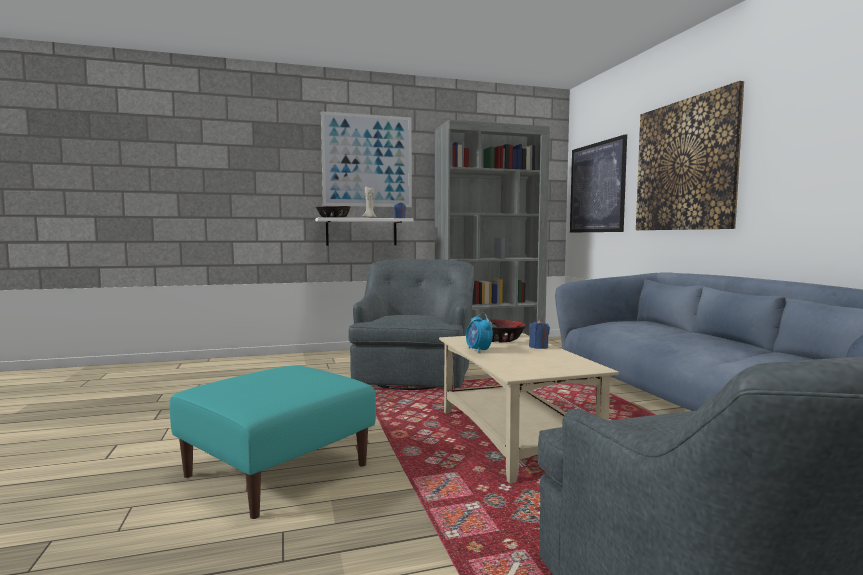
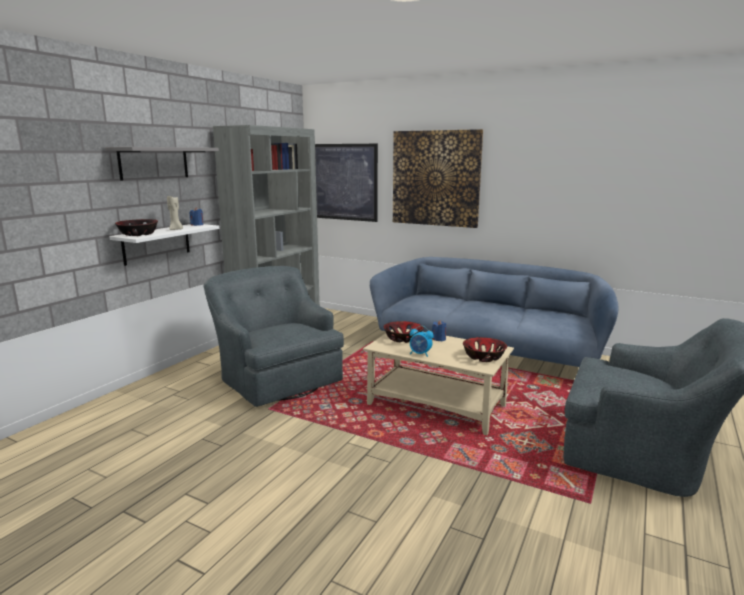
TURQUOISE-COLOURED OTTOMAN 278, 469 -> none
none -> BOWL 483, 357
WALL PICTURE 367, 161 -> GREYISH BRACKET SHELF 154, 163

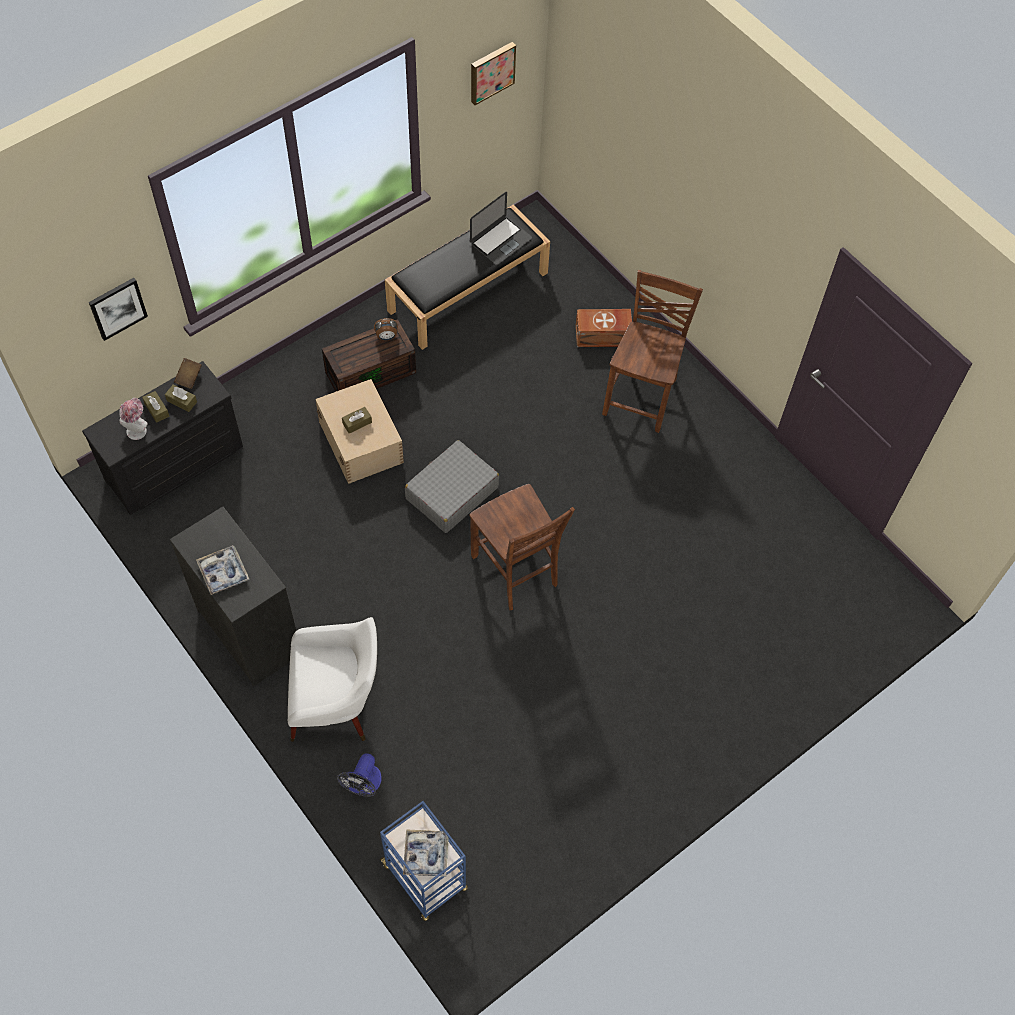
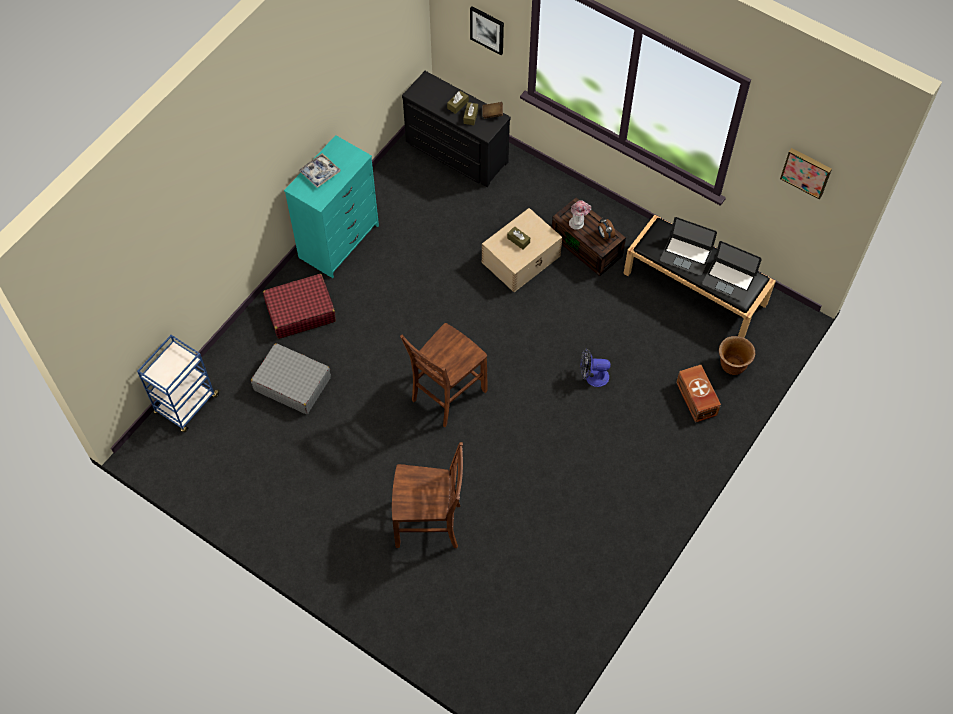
SERVING TRAY 426, 855 -> none
none -> LAPTOP 686, 255
none -> BROWNISH PLANT POT 732, 365
CLOTHING HAT 137, 429 -> CLOTHING HAT 578, 223, relocated
COOLING FAN 363, 785 -> COOLING FAN 592, 376, relocated
GREYISH PIECE OF LUGGAGE 451, 493 -> GREYISH PIECE OF LUGGAGE 292, 383, relocated
BROWNISH CHAIR 642, 396 -> BROWNISH CHAIR 430, 525, relocated
WHITISH LOUNGE CHAIR 337, 704 -> REDDISH PIECE OF LUGGAGE 300, 311
BLACK CHEST OF DRAWERS 250, 631 -> TURQUOISE-COLOURED CHEST OF DRAWERS 339, 241

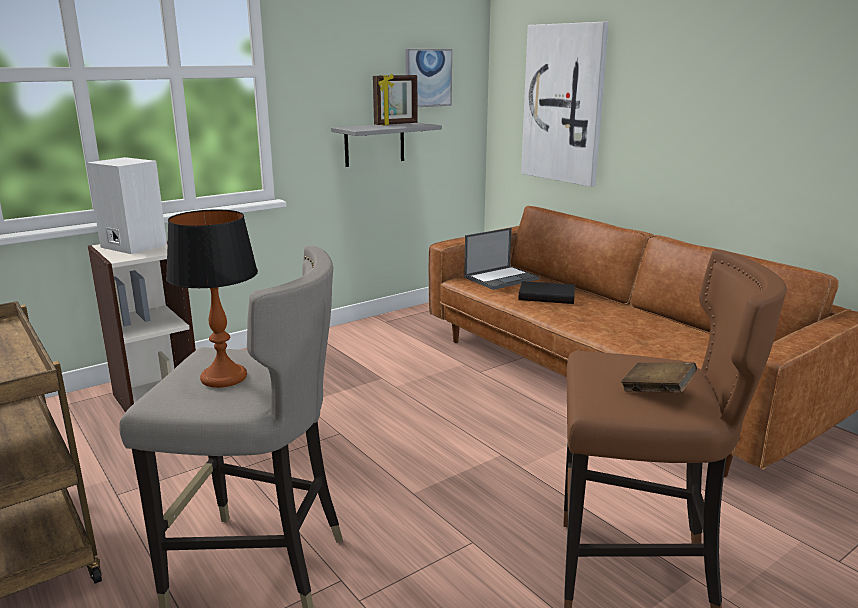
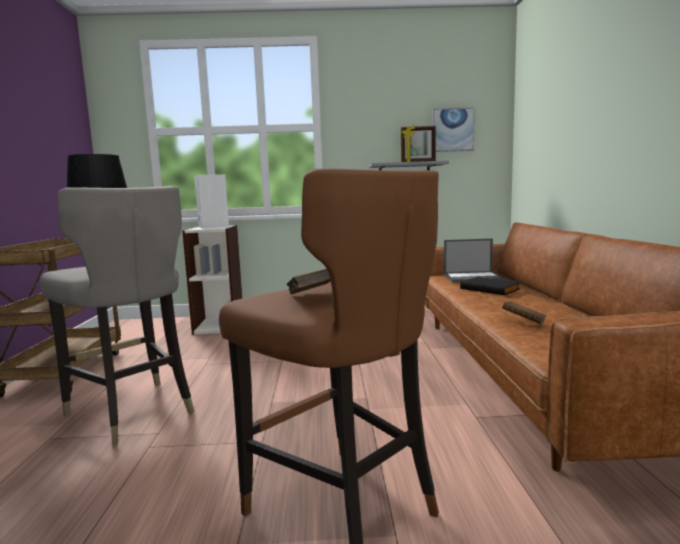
WALL PICTURE 564, 104 -> none
none -> BROWNISH VOLUME 523, 323

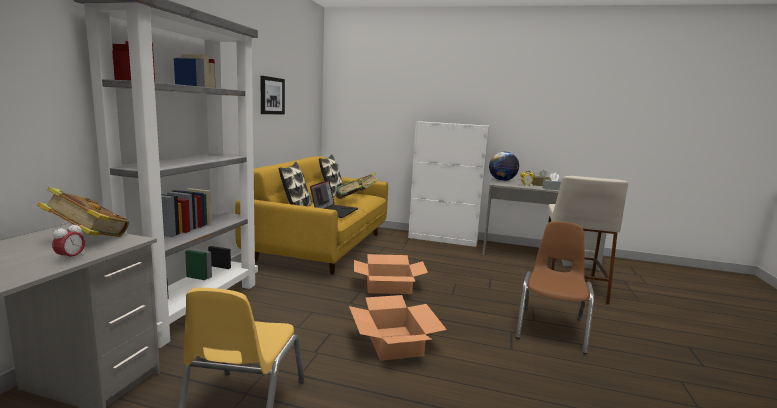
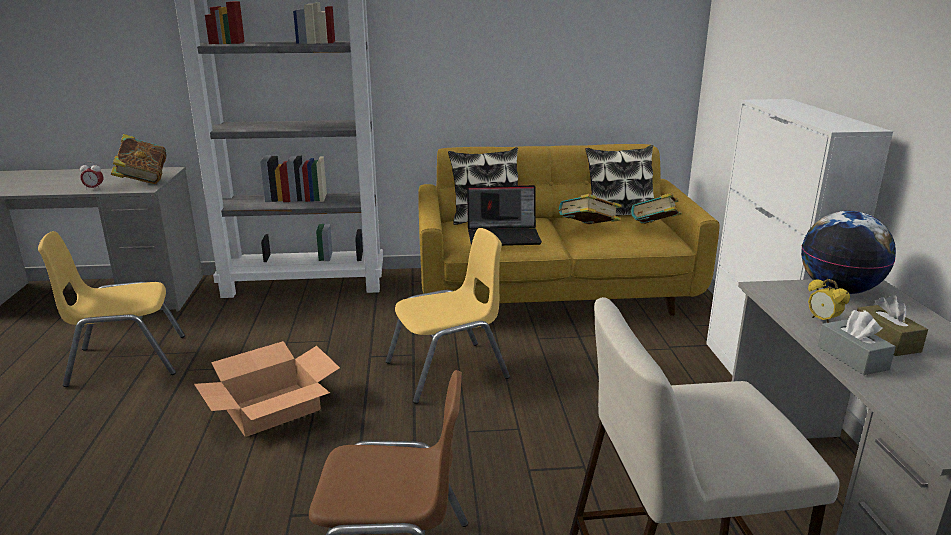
WALL PICTURE 271, 95 -> none
CARTON 388, 286 -> YELLOW-COLOURED CHAIR 448, 371

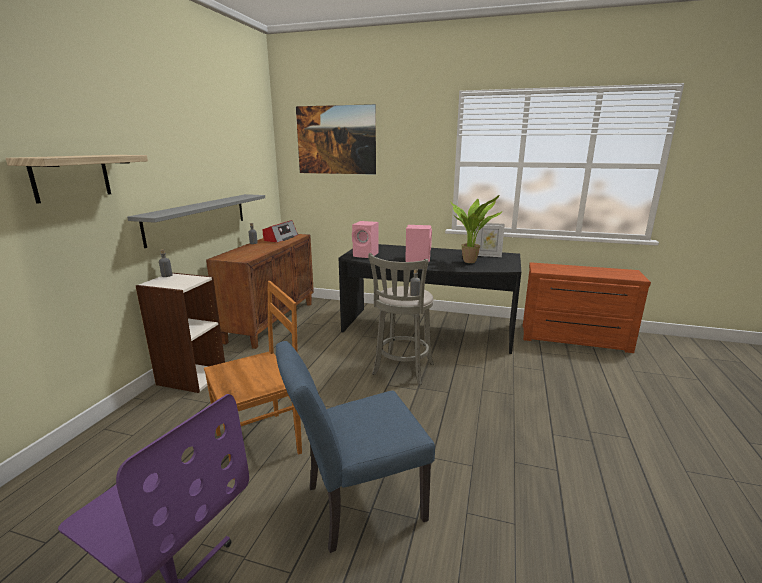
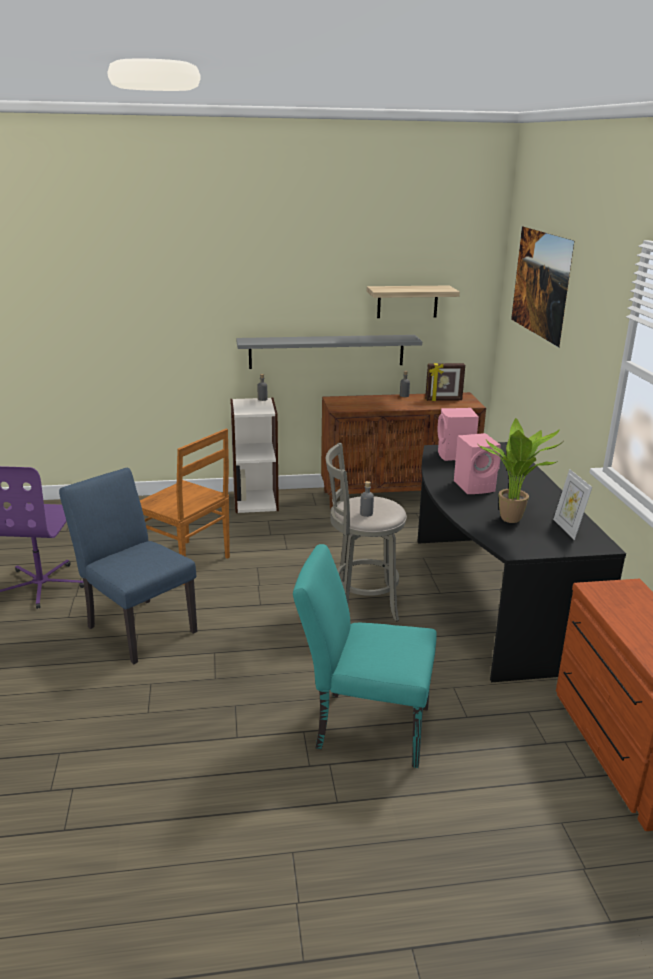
none -> TURQUOISE-COLOURED CHAIR 363, 725
BRACKET SHELF 71, 177 -> BRACKET SHELF 407, 301, relocated
RADIO SET 280, 238 -> PICTURE FRAME 443, 400

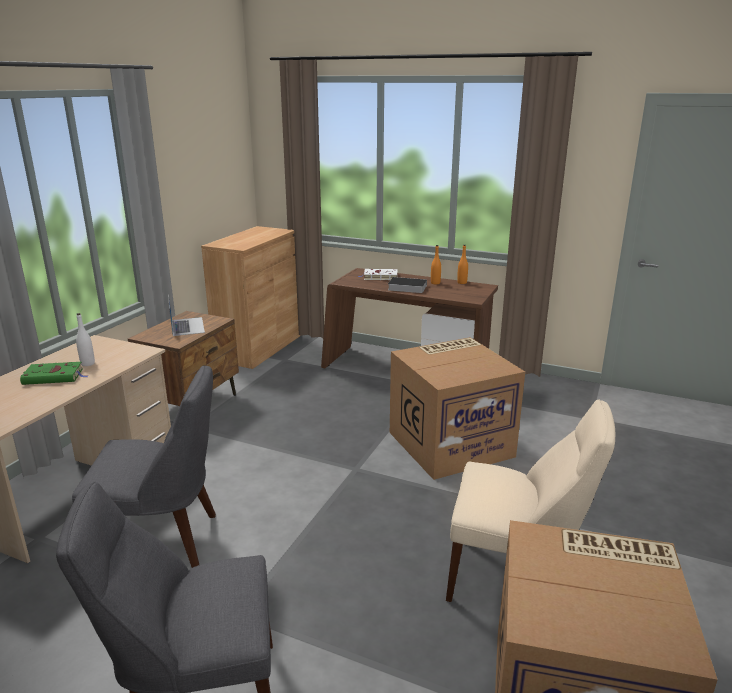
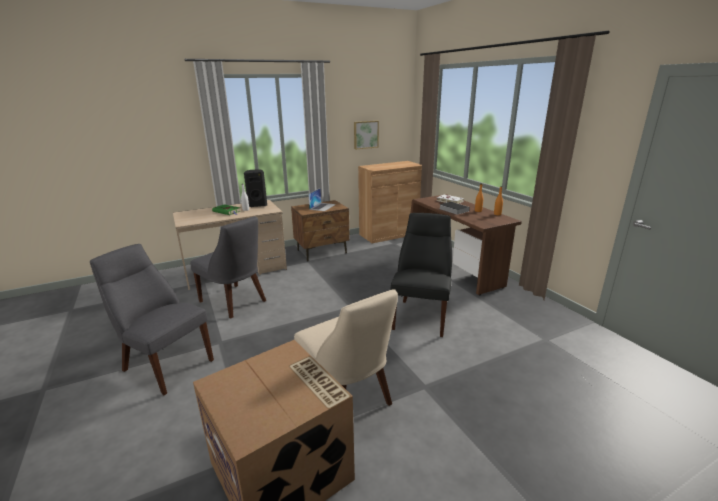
none -> BLACK AUDIO SPEAKER 258, 205
none -> WALL PICTURE 365, 134
CARTON 451, 443 -> BLACK CHAIR 421, 315

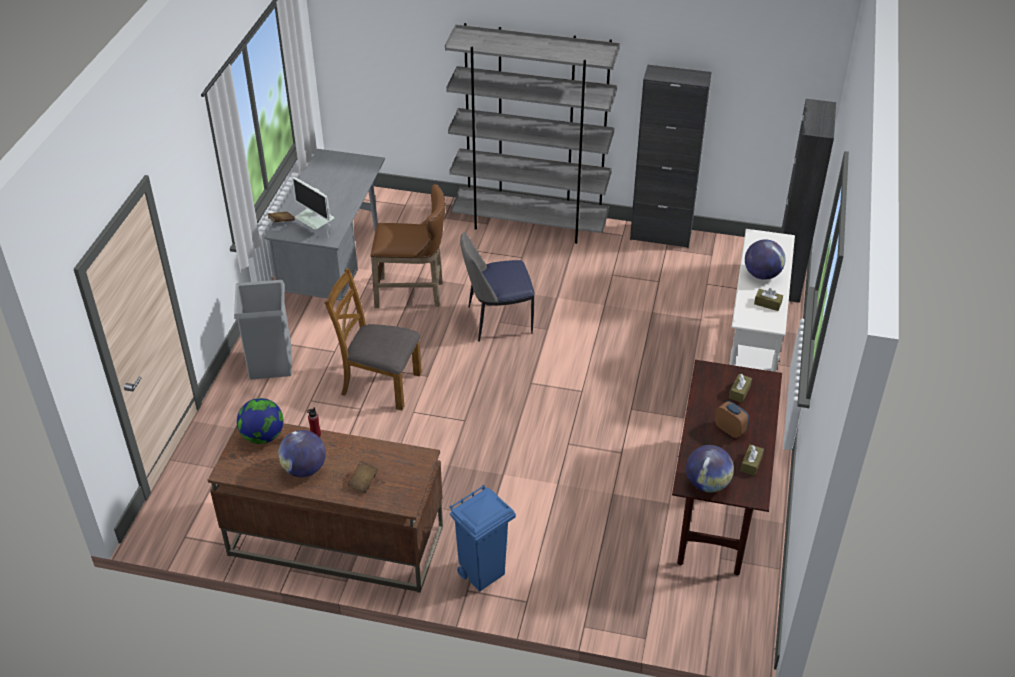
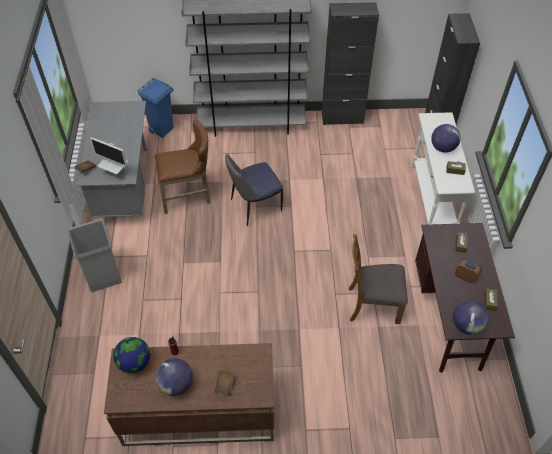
BROWNISH CHAIR 380, 384 -> BROWNISH CHAIR 373, 304, relocated
BLUE WASTE BIN 483, 573 -> BLUE WASTE BIN 162, 129, relocated

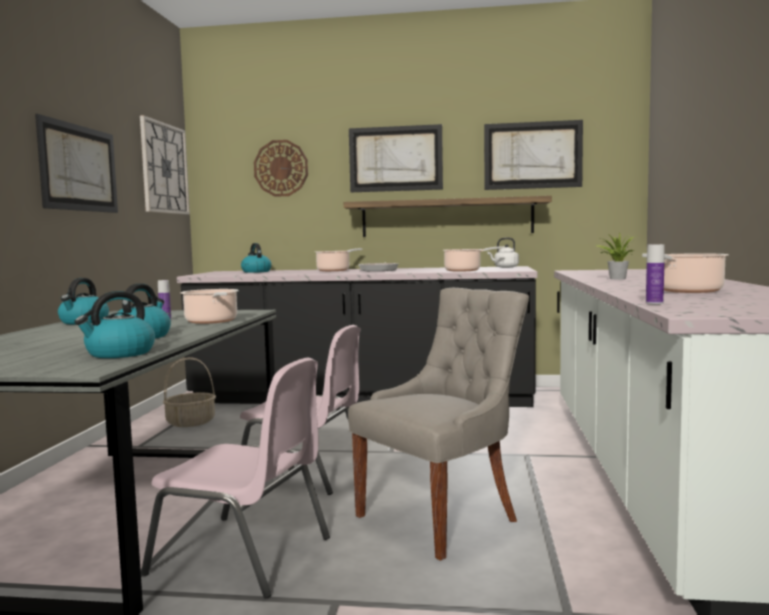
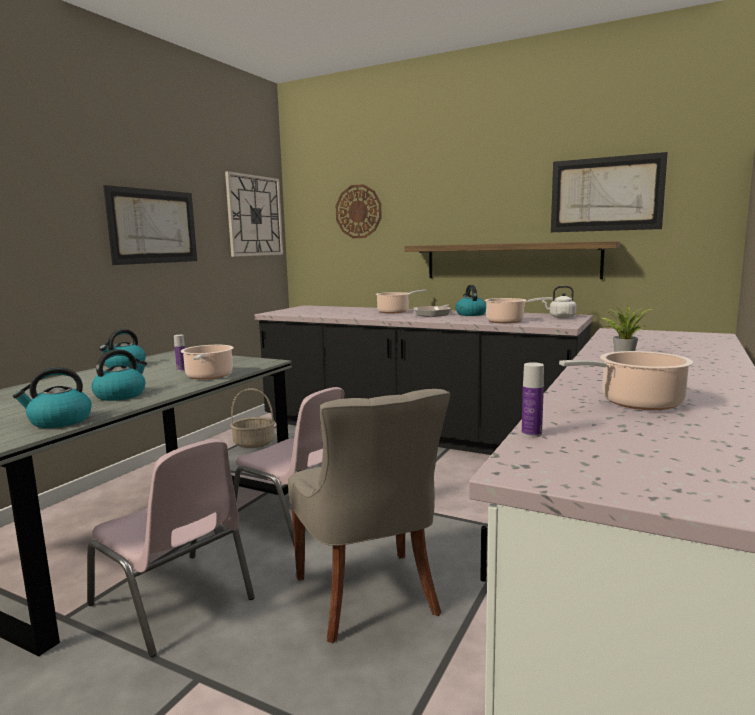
WALL PICTURE 395, 159 -> none
KETTLE 256, 271 -> KETTLE 470, 314, relocated
GREYISH CHAIR 441, 518 -> GREYISH CHAIR 368, 596, 90 degrees clockwise

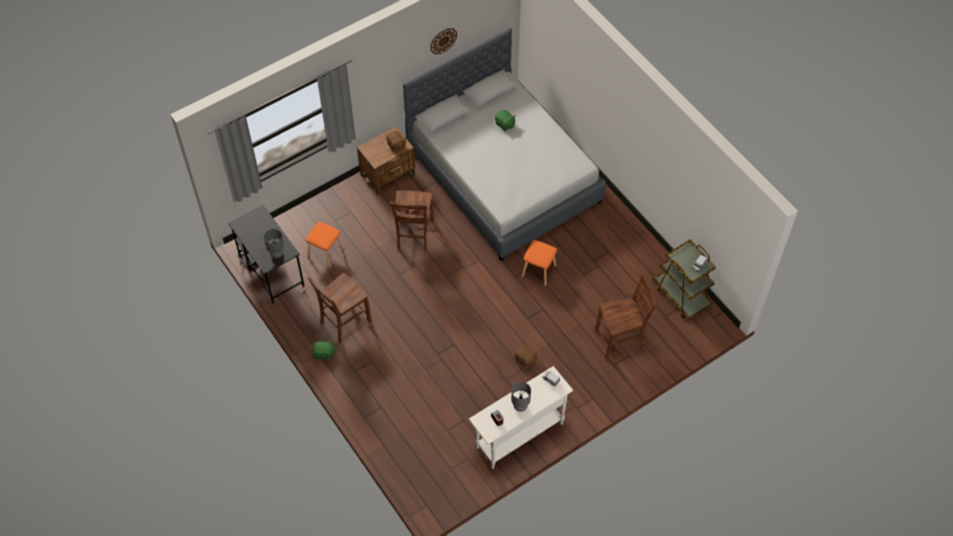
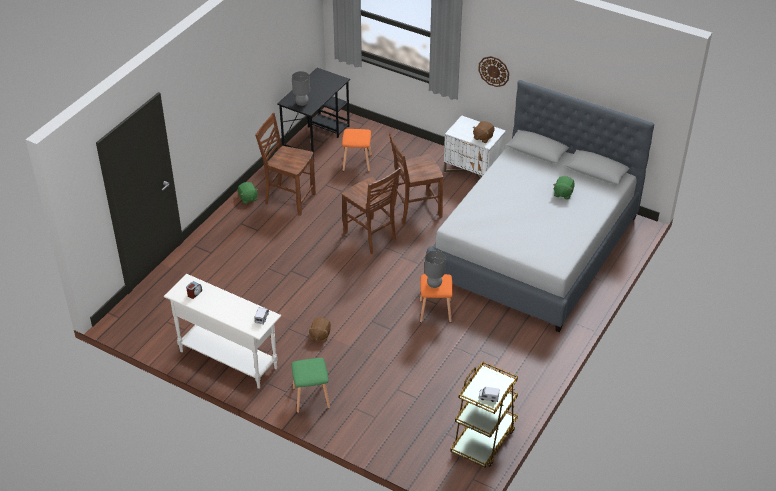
none -> GREEN STOOL SEAT 310, 397
WALL CLOCK 443, 40 -> WALL CLOCK 494, 71, relocated
GREYISH LAMP FOR A TABLE 520, 406 -> GREYISH LAMP FOR A TABLE 434, 284, relocated
BROWNISH CHAIR 620, 340 -> BROWNISH CHAIR 371, 237, relocated
BROWNISH NIGHTSTAND 388, 175 -> WHITISH NIGHTSTAND 473, 171

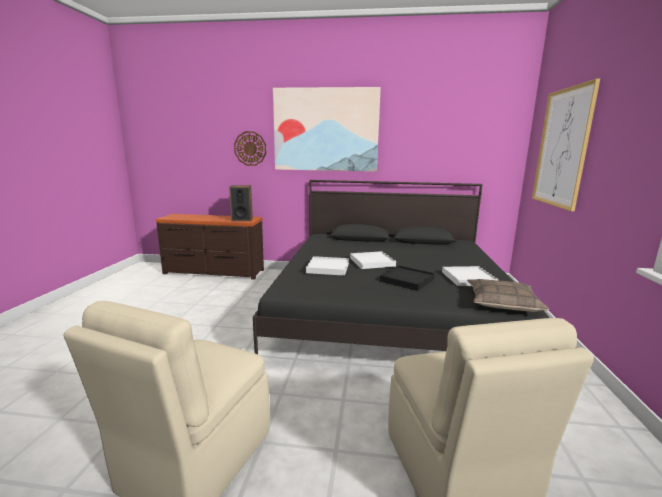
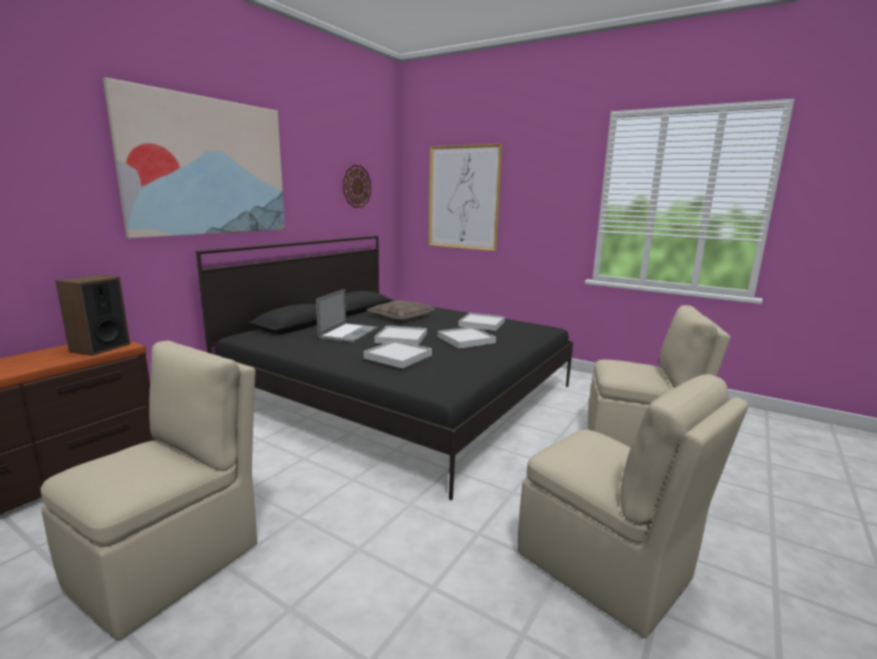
none -> SAND-COLOURED CHAIR 170, 562
none -> LAPTOP 348, 333
WALL CLOCK 250, 148 -> WALL CLOCK 356, 186, relocated
PILLOW 502, 302 -> PILLOW 400, 316, relocated
BLACK SERVING TRAY 407, 280 -> WHITISH SERVING TRAY 466, 340

